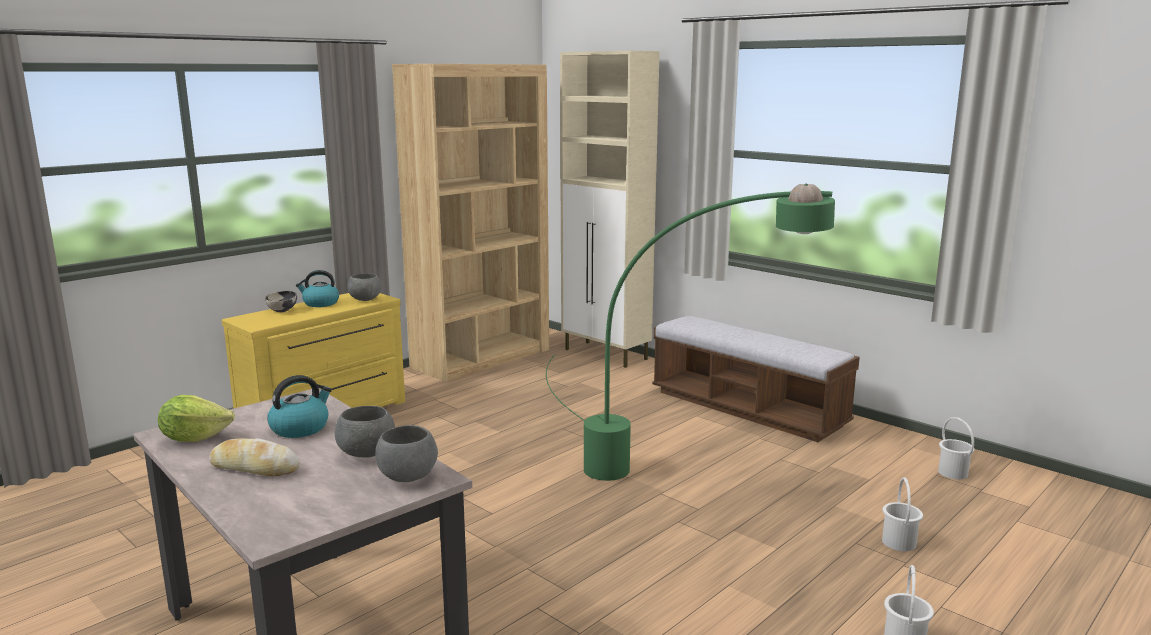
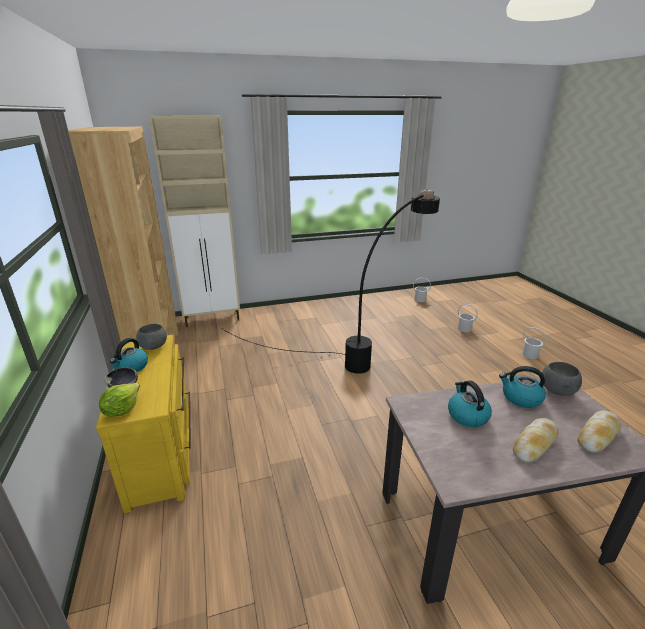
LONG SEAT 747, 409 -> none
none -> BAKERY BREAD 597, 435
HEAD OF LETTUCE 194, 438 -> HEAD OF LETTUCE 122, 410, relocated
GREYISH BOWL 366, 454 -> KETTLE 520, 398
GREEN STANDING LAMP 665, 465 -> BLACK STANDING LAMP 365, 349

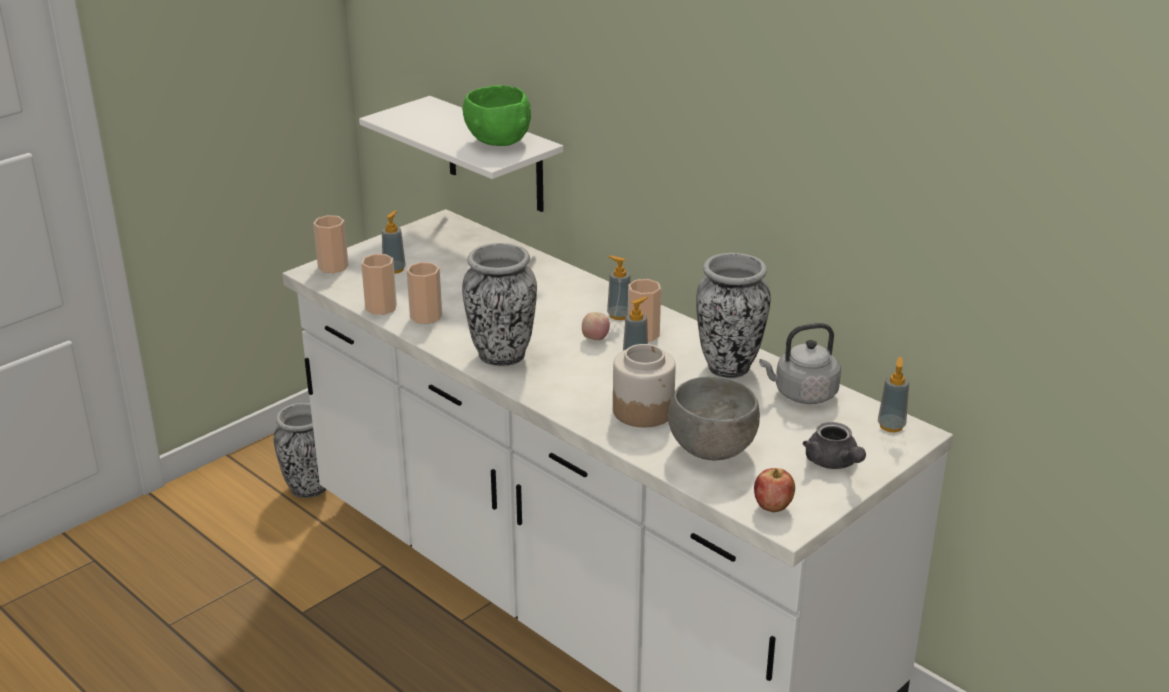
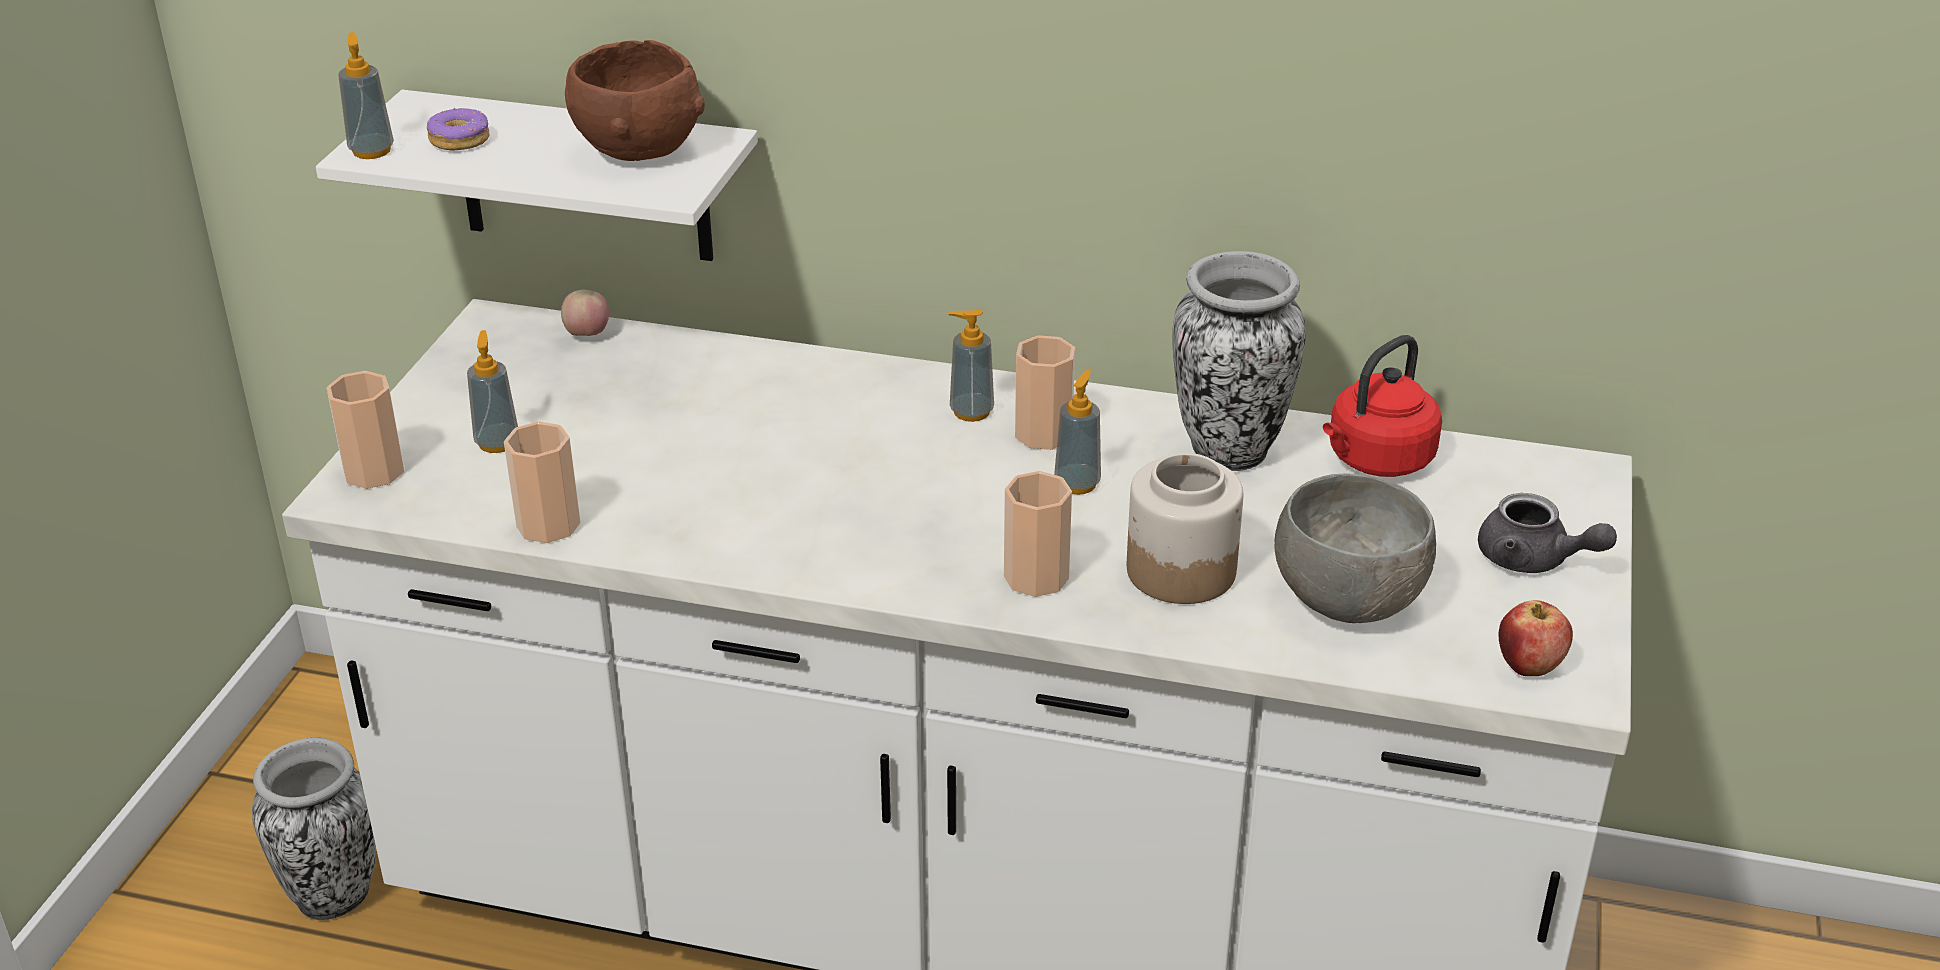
VASE 502, 356 -> none
none -> DOUGHNUT 460, 140
CUP 426, 316 -> CUP 1036, 577, relocated
APPLE FRUIT 595, 339 -> APPLE FRUIT 587, 335, relocated
SOAP BOTTLE 891, 426 -> SOAP BOTTLE 371, 151, relocated
GREEN BOWL 498, 142 -> BROWNISH BOWL 638, 151
GREYISH KETTLE 802, 394 -> REDDISH KETTLE 1376, 460

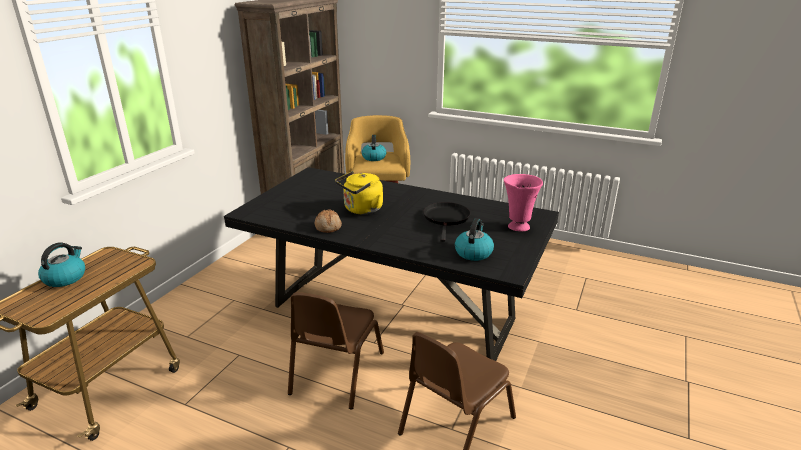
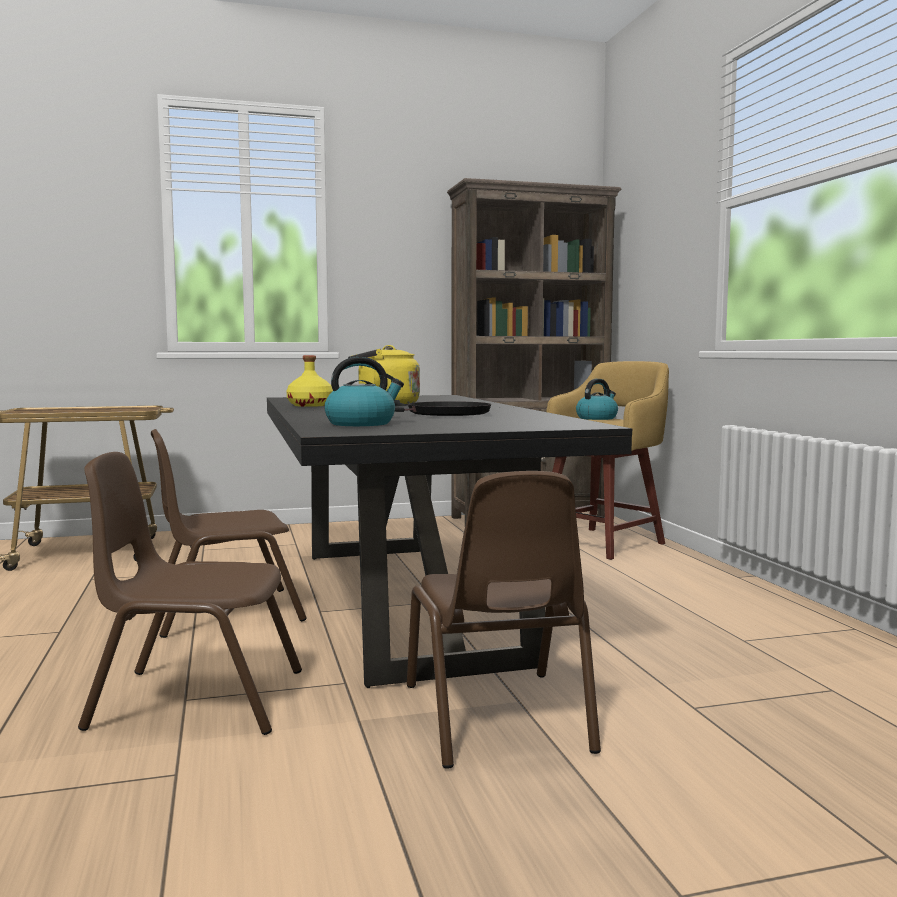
KETTLE 65, 278 -> none
PINKISH VASE 517, 227 -> none
none -> BROWNISH CHAIR 496, 717
BAKERY BREAD 328, 226 -> YELLOW-COLOURED BOTTLE 310, 405

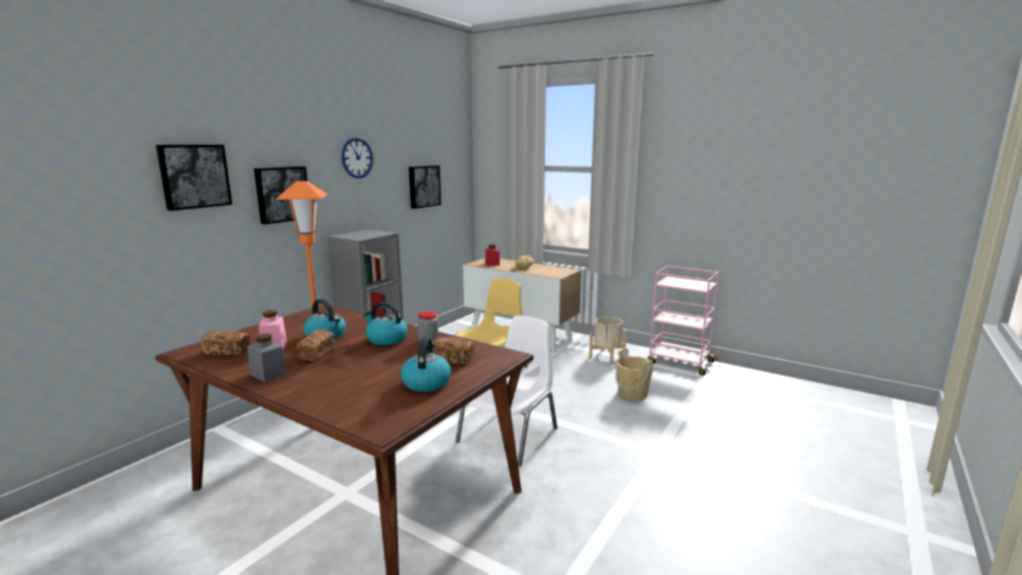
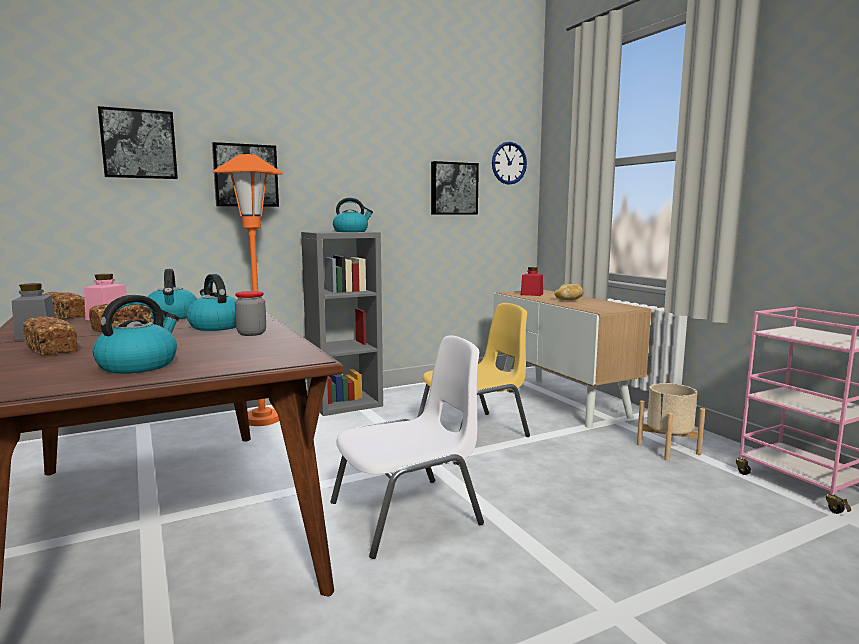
SAND-COLOURED BUCKET 632, 394 -> none
none -> KETTLE 351, 231
WALL CLOCK 357, 157 -> WALL CLOCK 509, 163, relocated
BAKERY BREAD 452, 359 -> BAKERY BREAD 52, 349, relocated

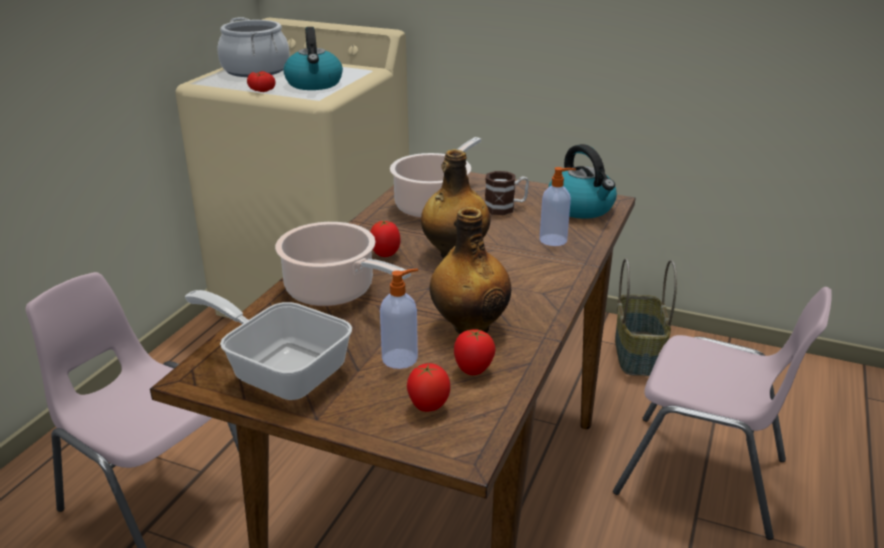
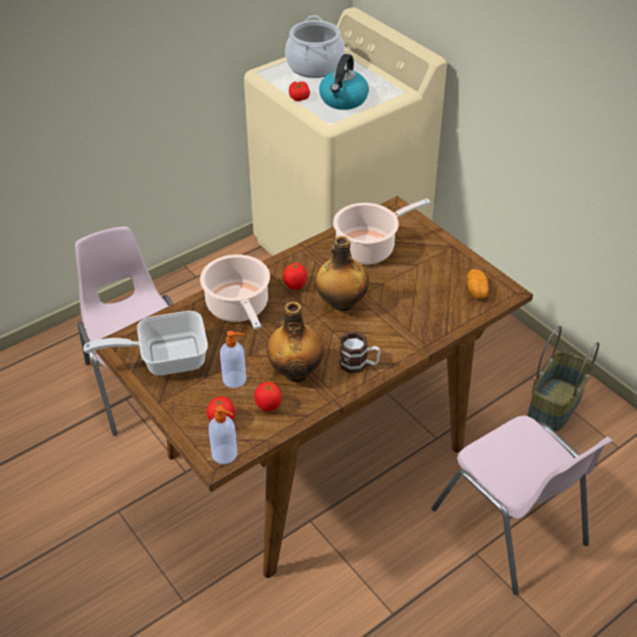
MUG 506, 208 -> MUG 359, 364, relocated
SOAP BOTTLE 554, 240 -> SOAP BOTTLE 225, 454, relocated
KETTLE 581, 208 -> SPUD 476, 291
PAN 280, 369 -> PAN 164, 358, 75 degrees counterclockwise

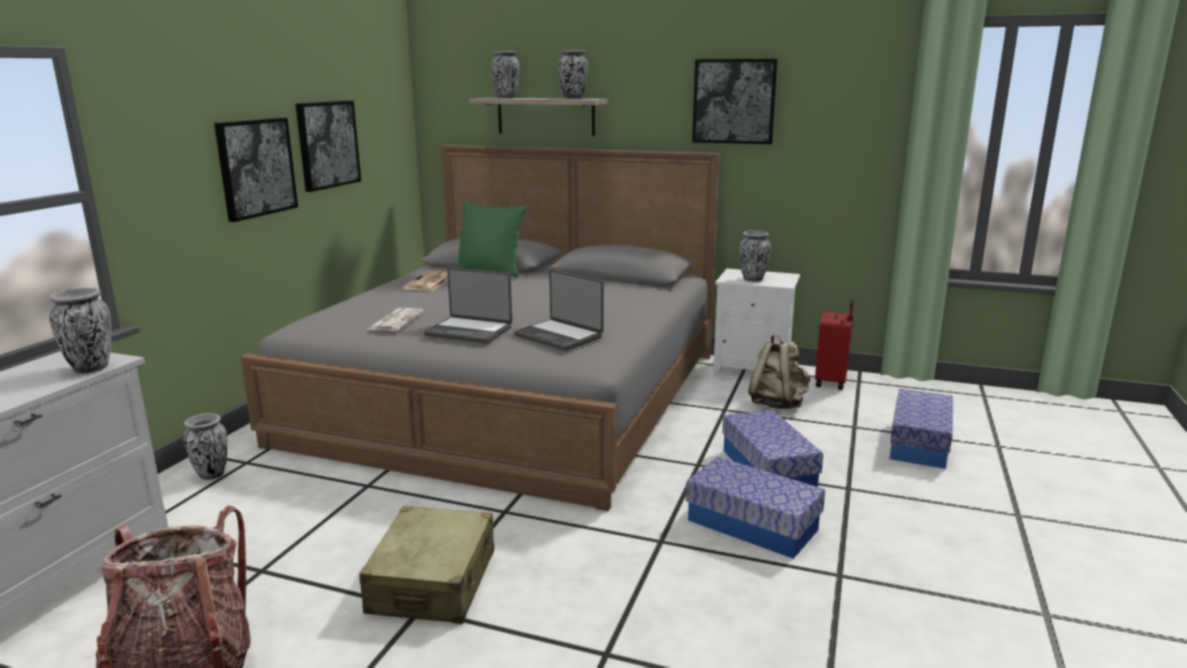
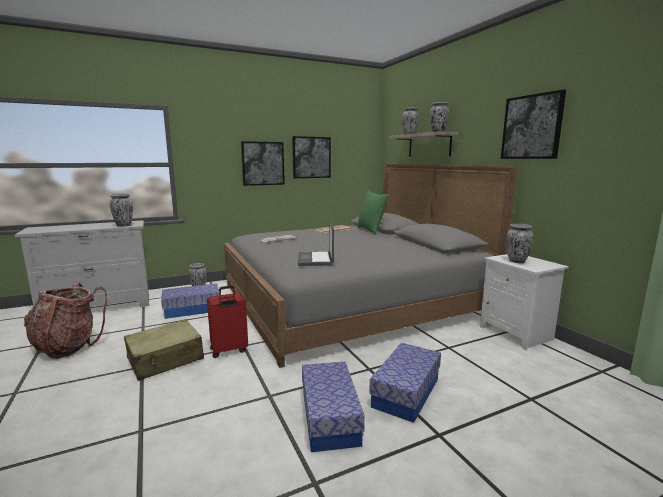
LAPTOP 470, 331 -> none
SAND-COLOURED RUCKSACK 777, 404 -> none
REDDISH PIECE OF LUGGAGE 832, 382 -> REDDISH PIECE OF LUGGAGE 229, 350, relocated
STORAGE CONTAINER 919, 443 -> STORAGE CONTAINER 192, 309, relocated

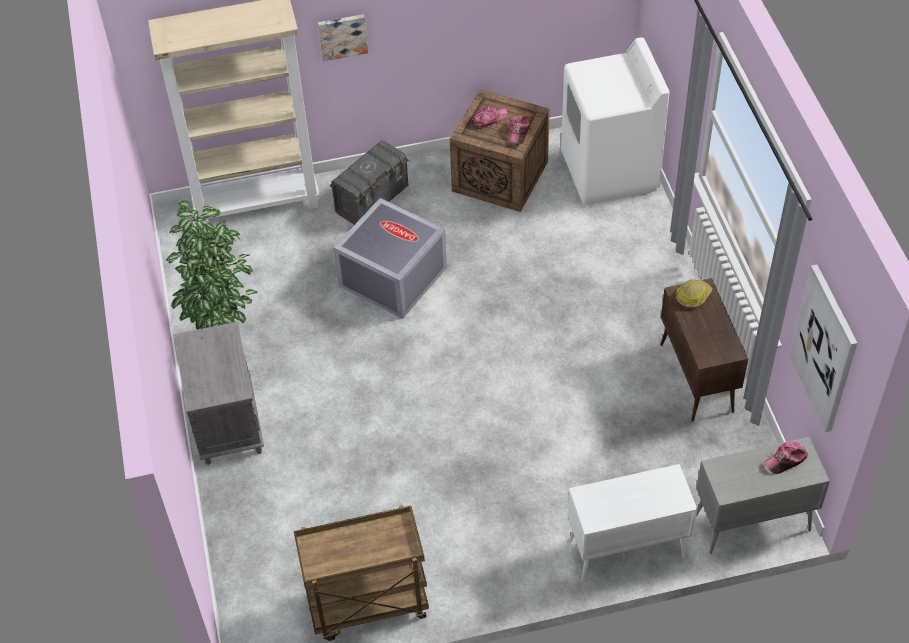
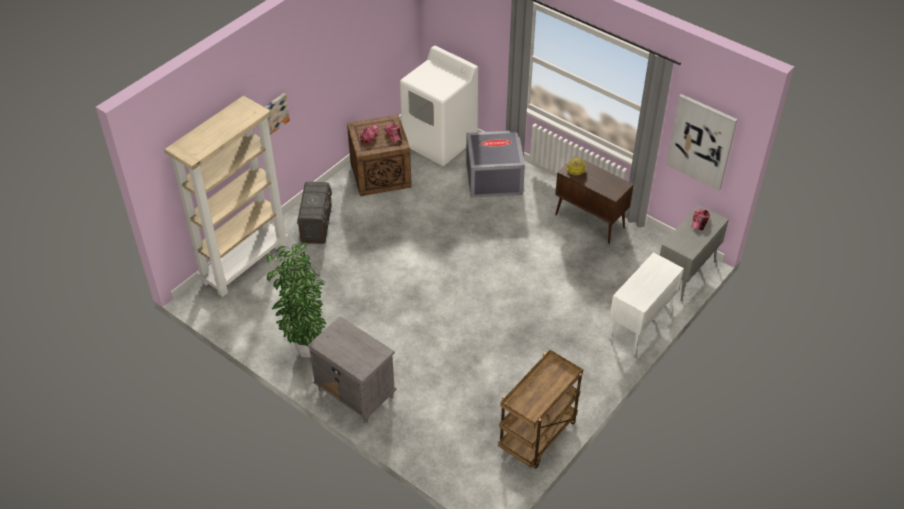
GREYISH STORAGE CONTAINER 391, 277 -> GREYISH STORAGE CONTAINER 493, 179, relocated

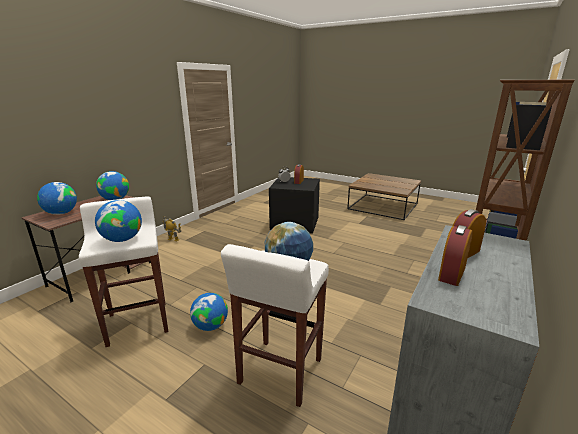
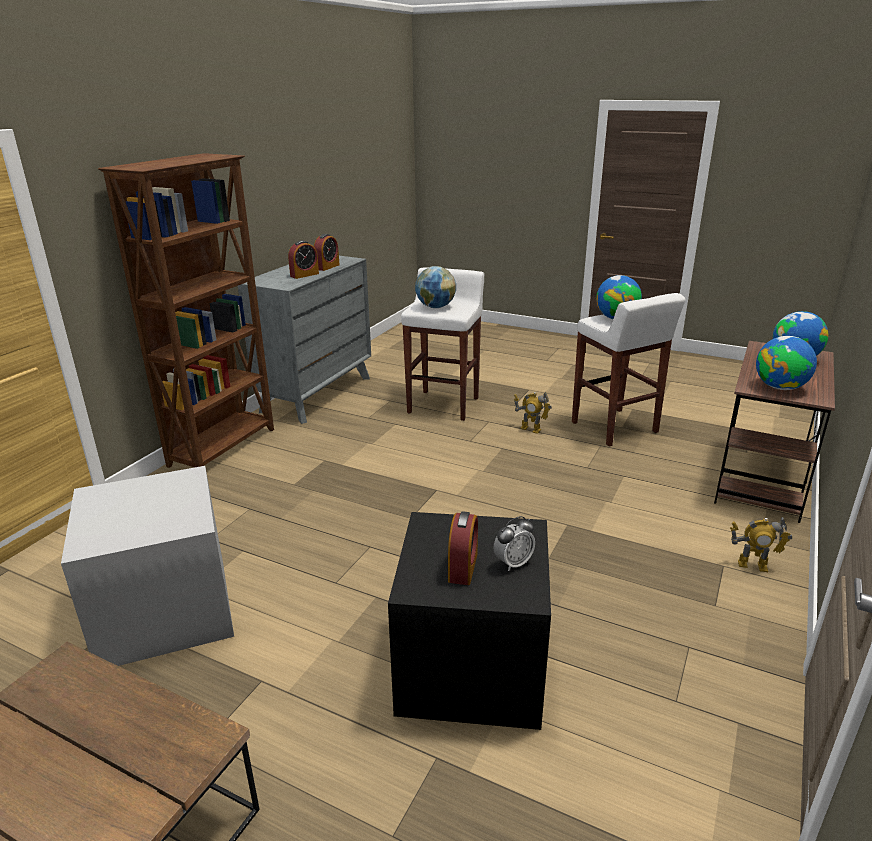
none -> GREYISH STORAGE CONTAINER 167, 609
GLOBE 210, 326 -> ROBOT FIGURE 530, 429

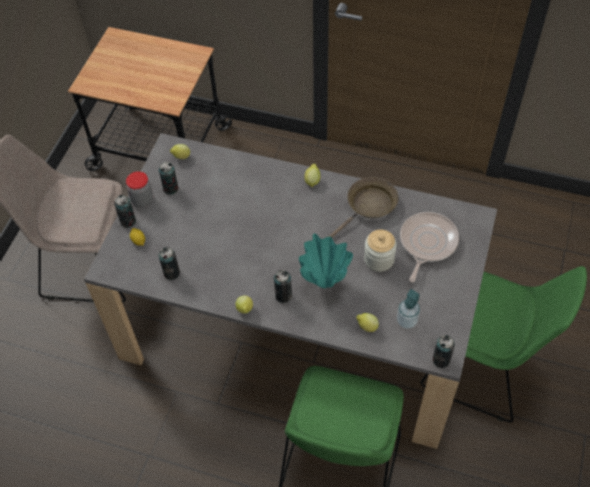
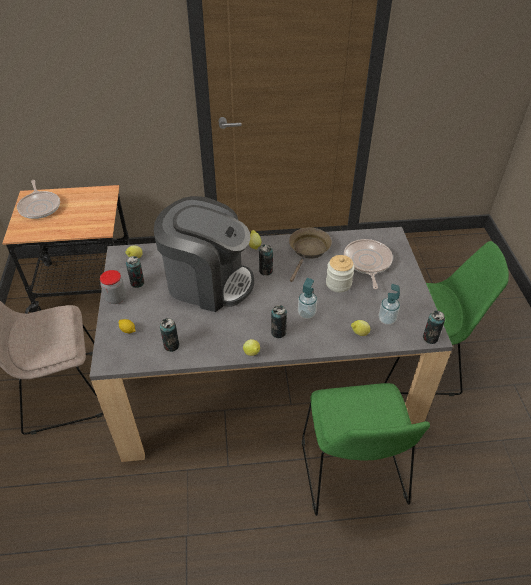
none -> PAN 40, 206
none -> COFFEE BREWER 208, 281
SEALED CAN 128, 221 -> SEALED CAN 266, 271, relocated
TURQUOISE-COLOURED VASE 324, 284 -> SOAP BOTTLE 306, 313

